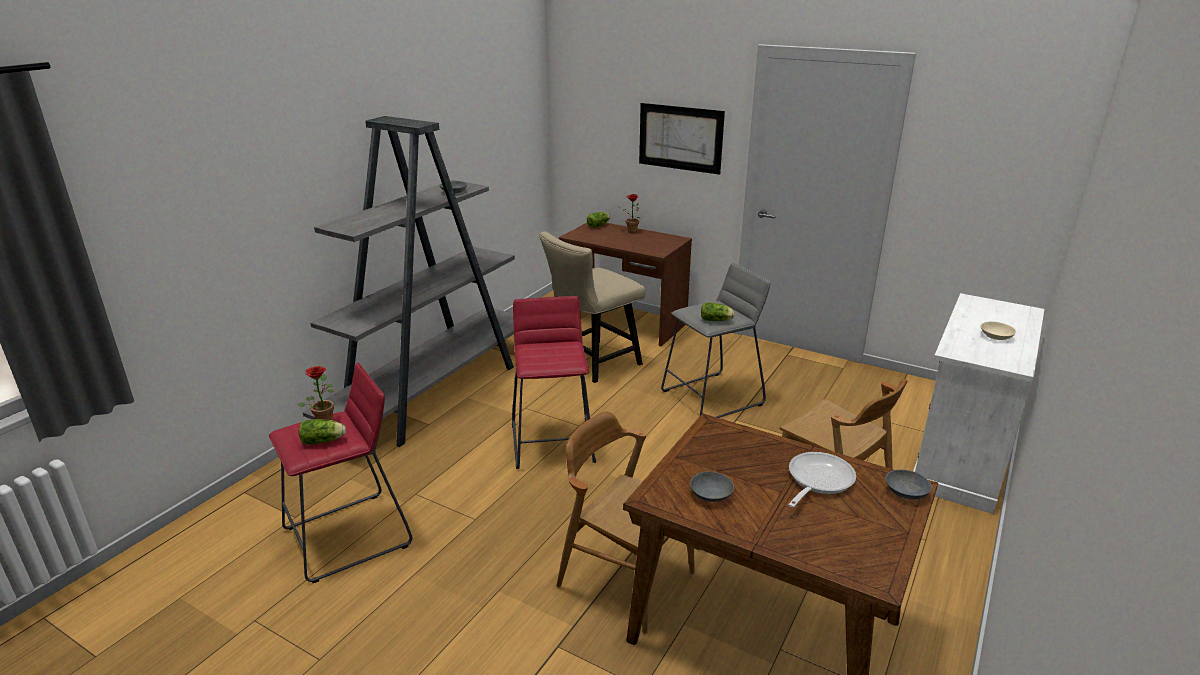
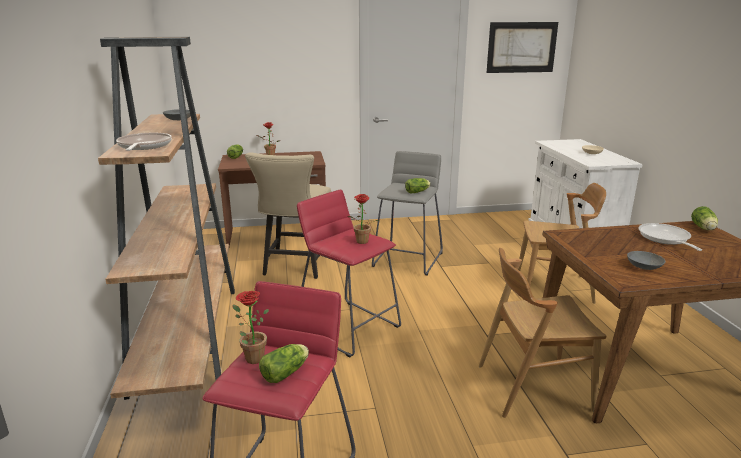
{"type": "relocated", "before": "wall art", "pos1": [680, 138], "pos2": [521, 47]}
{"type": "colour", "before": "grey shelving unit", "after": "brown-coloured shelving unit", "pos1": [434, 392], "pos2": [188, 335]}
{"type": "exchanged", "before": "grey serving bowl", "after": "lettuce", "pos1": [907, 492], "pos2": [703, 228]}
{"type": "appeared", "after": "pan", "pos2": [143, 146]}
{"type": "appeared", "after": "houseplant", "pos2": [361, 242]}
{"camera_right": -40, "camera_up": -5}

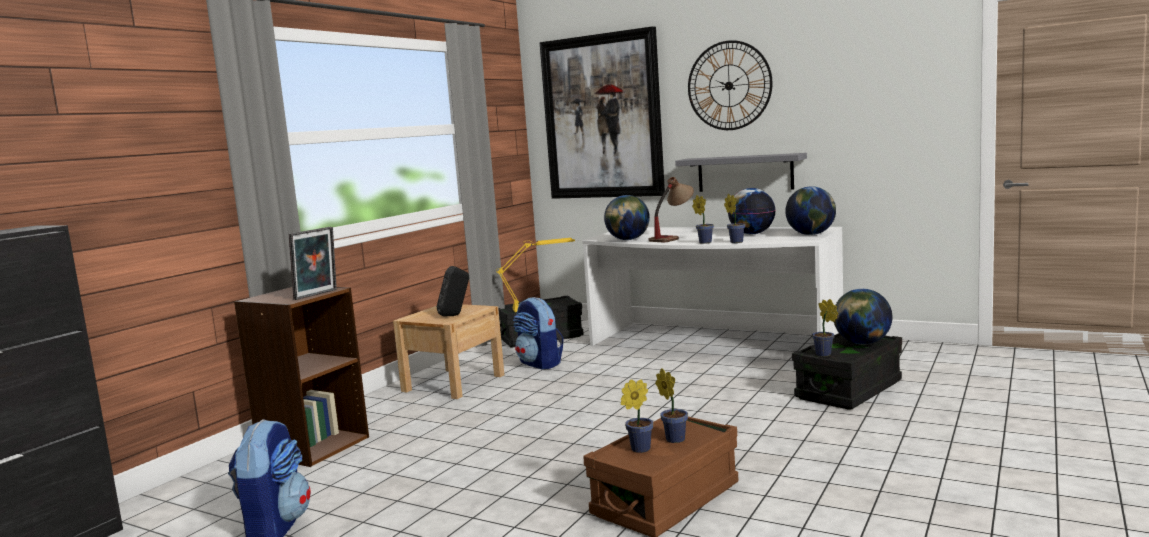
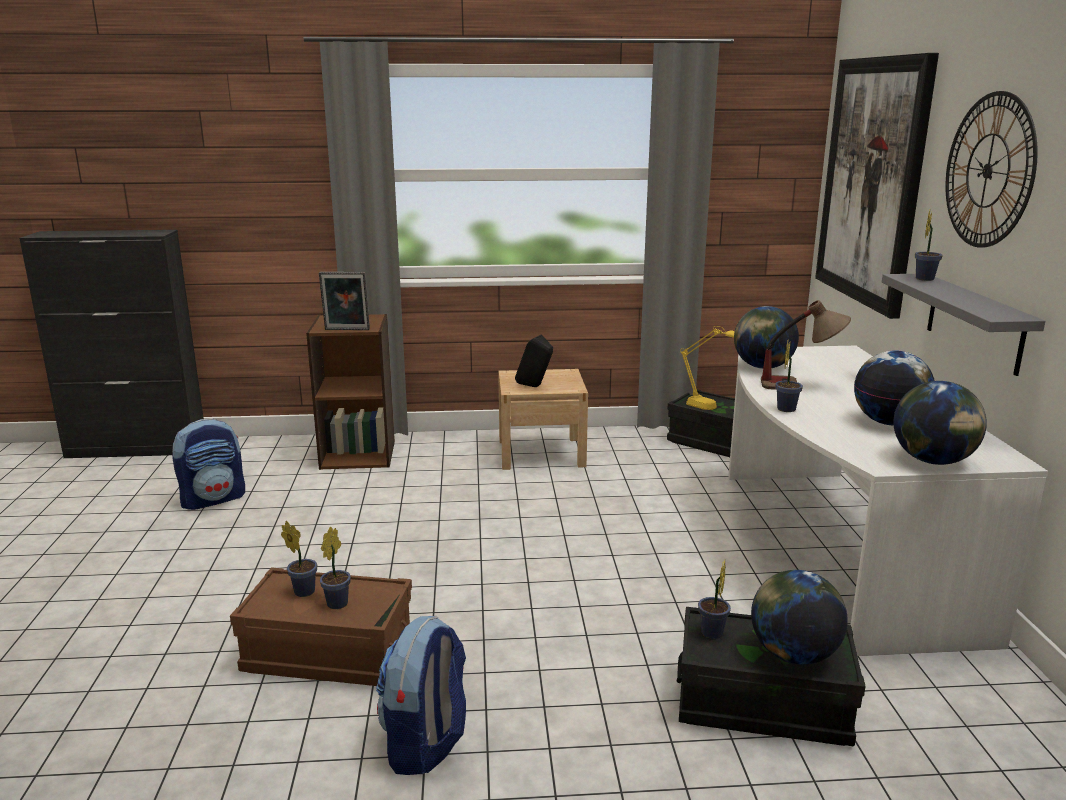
{"type": "relocated", "before": "houseplant", "pos1": [735, 242], "pos2": [925, 278]}
{"type": "relocated", "before": "rucksack", "pos1": [540, 364], "pos2": [426, 744]}
{"camera_right": 55, "camera_up": 10}

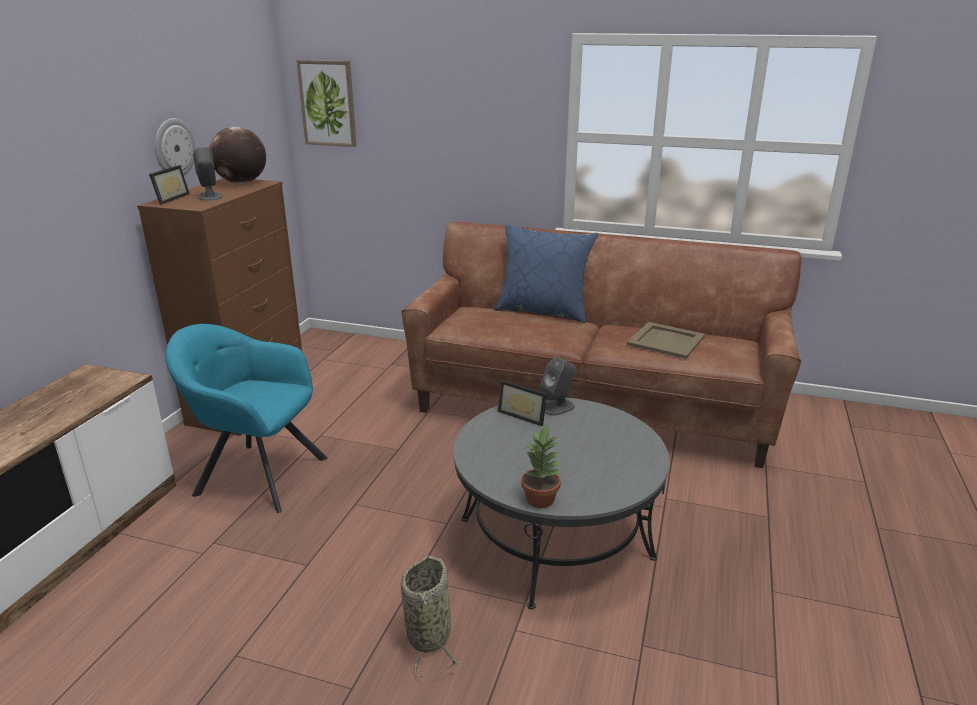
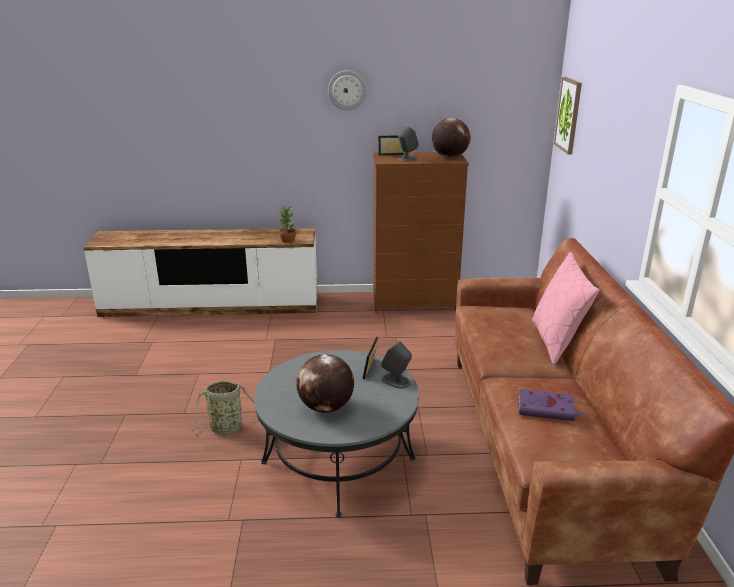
{"type": "relocated", "before": "hanging clock", "pos1": [174, 148], "pos2": [347, 90]}
{"type": "colour", "before": "blue-coloured throw pillow", "after": "pink throw pillow", "pos1": [543, 311], "pos2": [557, 341]}
{"type": "exchanged", "before": "beige-coloured carrying tray", "after": "purplish bound book", "pos1": [665, 340], "pos2": [547, 409]}
{"type": "missing", "before": "turquoise easy chair", "pos1": [257, 475]}
{"type": "relocated", "before": "houseplant", "pos1": [541, 499], "pos2": [288, 240]}
{"type": "appeared", "after": "desk globe", "pos2": [325, 407]}
{"camera_right": 70, "camera_up": 0}

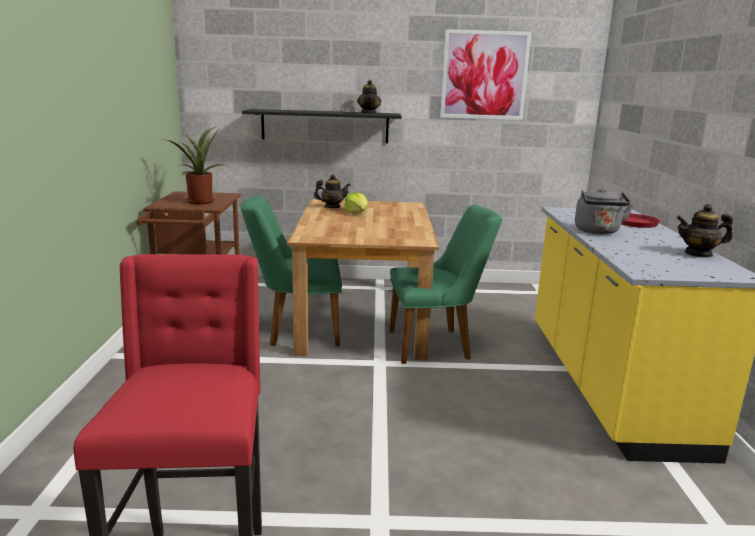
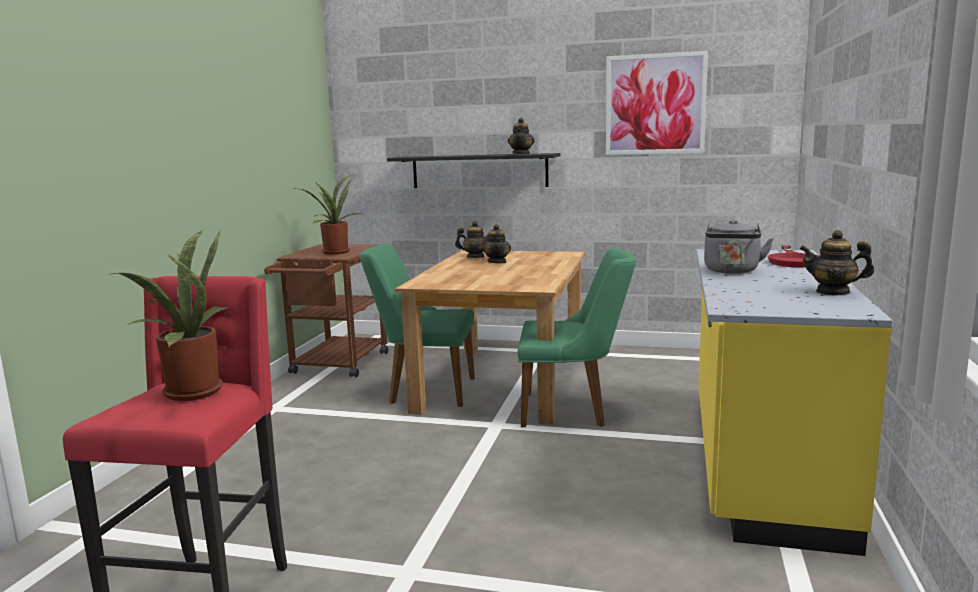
{"type": "exchanged", "before": "lettuce", "after": "pot for tea", "pos1": [357, 213], "pos2": [497, 262]}
{"type": "appeared", "after": "houseplant", "pos2": [188, 391]}
{"camera_right": 15, "camera_up": -5}

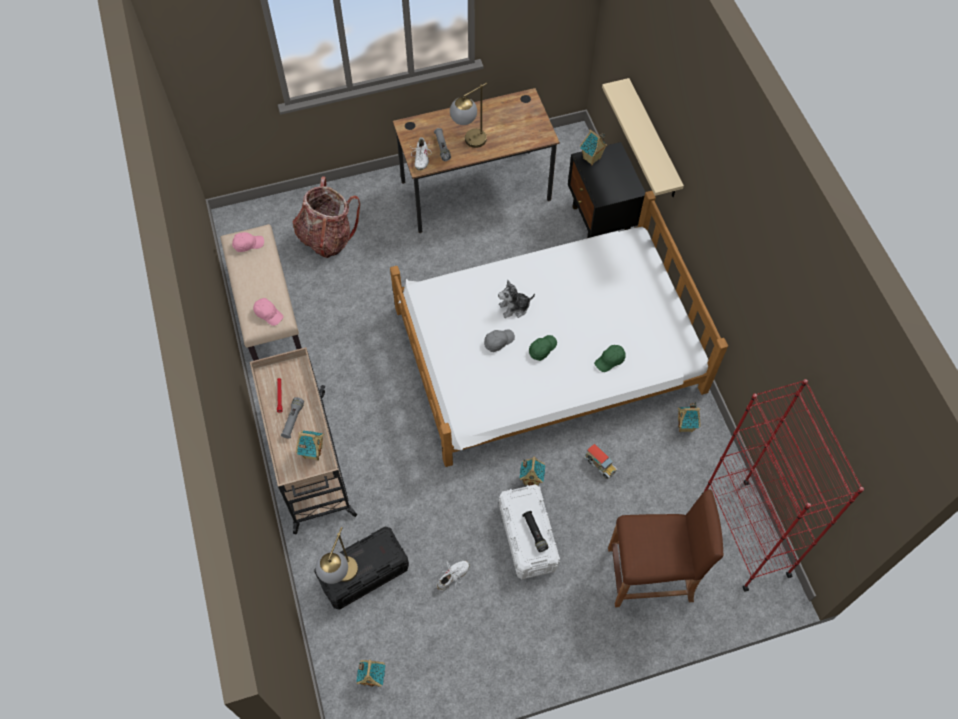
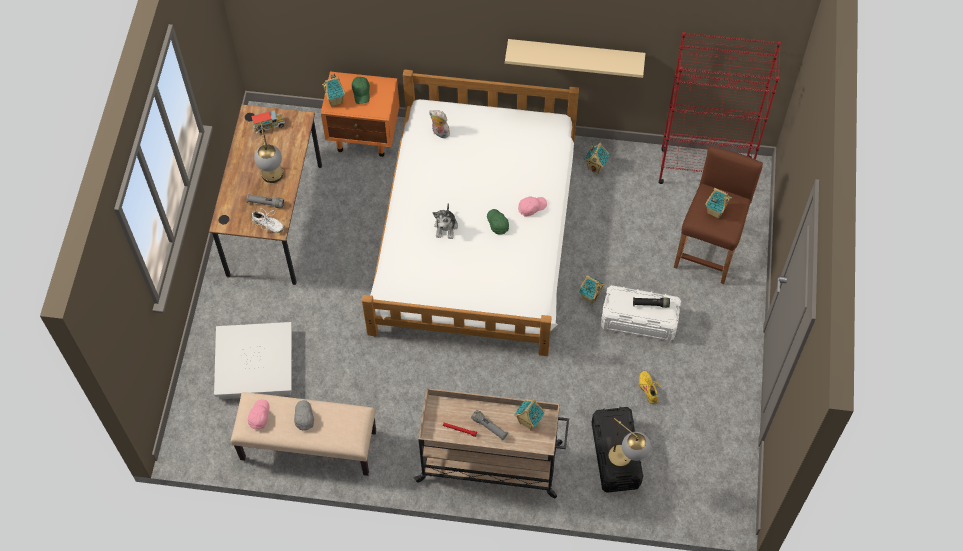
{"type": "relocated", "before": "beige-coloured wall shelf", "pos1": [653, 140], "pos2": [575, 55]}
{"type": "colour", "before": "blackish nightstand", "after": "orange nightstand", "pos1": [601, 219], "pos2": [365, 136]}
{"type": "exchanged", "before": "rucksack", "after": "white-coloured storage bin", "pos1": [327, 237], "pos2": [255, 364]}
{"type": "relocated", "before": "pink peaked cap", "pos1": [268, 314], "pos2": [531, 207]}
{"type": "relocated", "before": "grey peaked cap", "pos1": [498, 341], "pos2": [304, 417]}
{"type": "relocated", "before": "greenish peaked cap", "pos1": [610, 360], "pos2": [361, 92]}
{"type": "relocated", "before": "toy lorry", "pos1": [600, 465], "pos2": [269, 126]}
{"type": "colour", "before": "white-coloured shoe", "after": "yellow shoe", "pos1": [453, 577], "pos2": [648, 388]}
{"type": "relocated", "before": "miniature house", "pos1": [373, 677], "pos2": [715, 211]}
{"type": "appeared", "after": "cuddly toy", "pos2": [439, 133]}
{"camera_right": -65, "camera_up": 0}

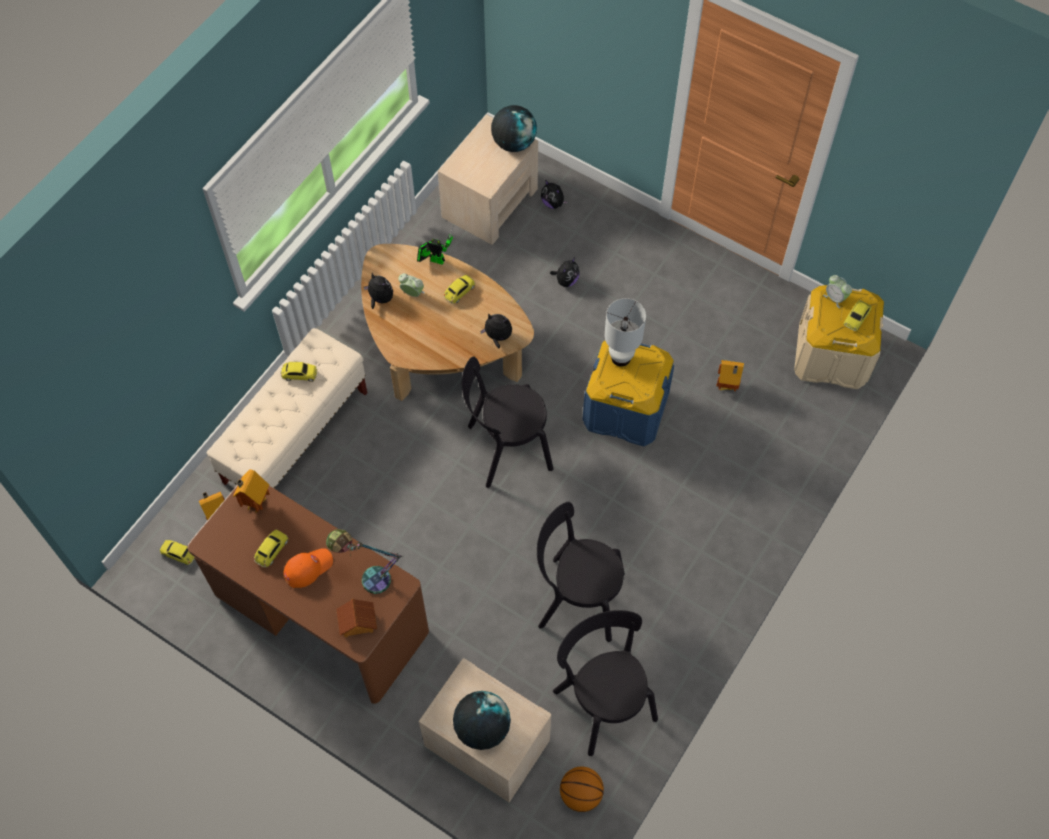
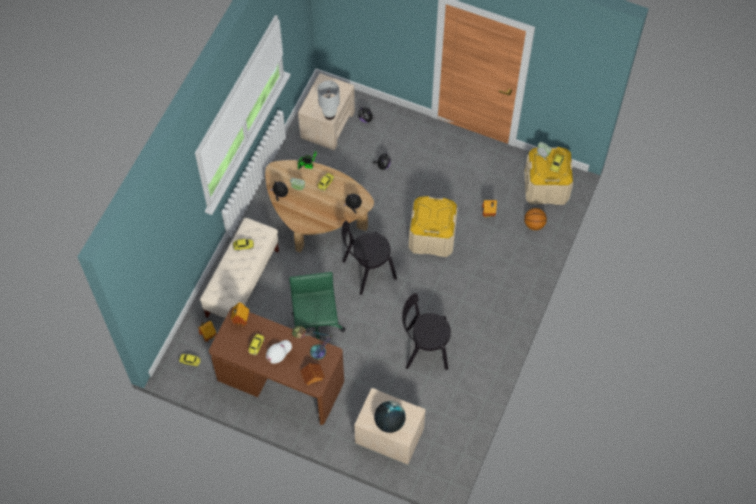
{"type": "missing", "before": "desk globe", "pos1": [514, 143]}
{"type": "relocated", "before": "white-coloured tabletop lamp", "pos1": [620, 358], "pos2": [329, 115]}
{"type": "colour", "before": "blue-coloured storage bin", "after": "beige-coloured storage bin", "pos1": [625, 409], "pos2": [432, 237]}
{"type": "colour", "before": "orange peaked cap", "after": "white-coloured peaked cap", "pos1": [308, 567], "pos2": [278, 351]}
{"type": "missing", "before": "blackish chair", "pos1": [603, 700]}
{"type": "relocated", "before": "basketball ball", "pos1": [580, 793], "pos2": [534, 224]}
{"type": "appeared", "after": "greenish computer chair", "pos2": [316, 328]}
{"camera_right": -10, "camera_up": 0}

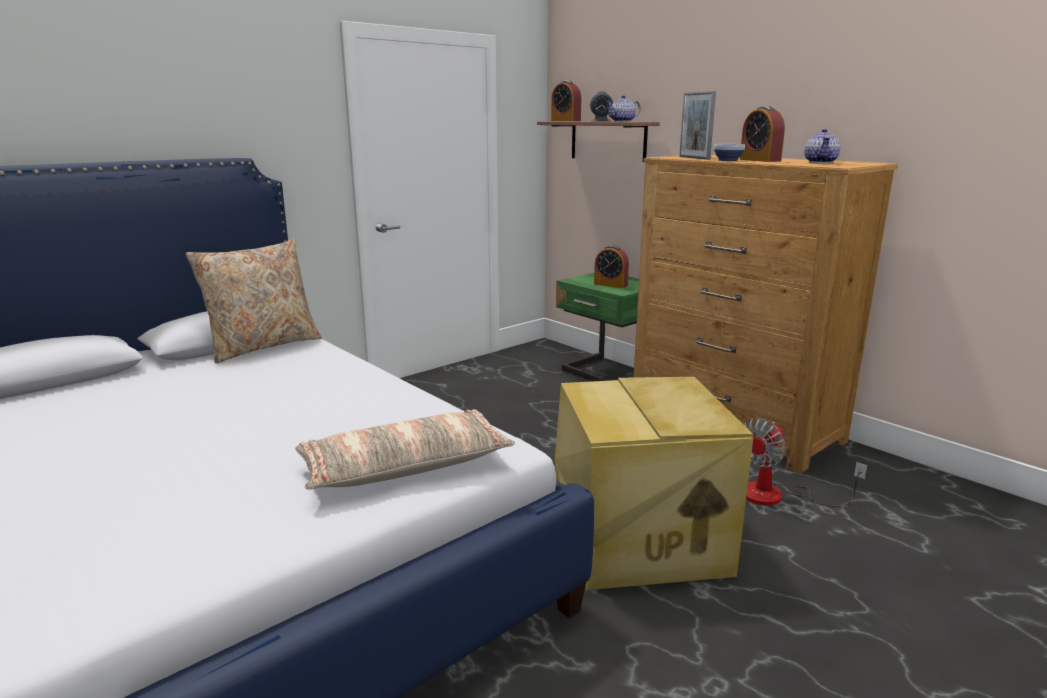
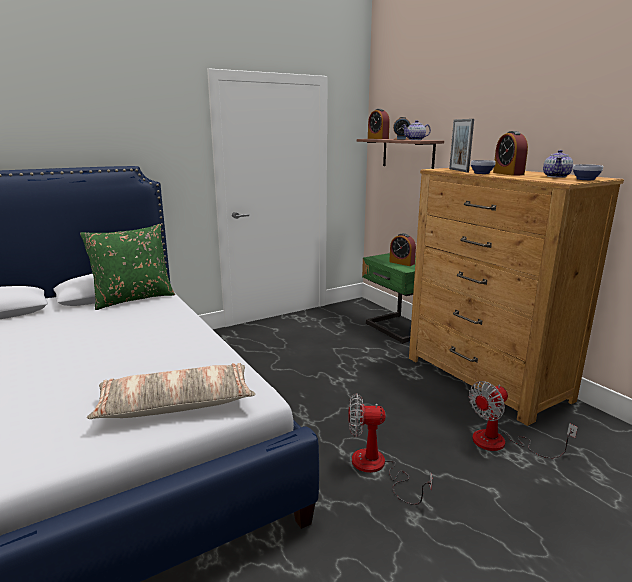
{"type": "colour", "before": "beige-coloured throw pillow", "after": "greenish throw pillow", "pos1": [263, 346], "pos2": [133, 298]}
{"type": "exchanged", "before": "beige-coloured storage bin", "after": "fan", "pos1": [638, 539], "pos2": [377, 468]}
{"type": "appeared", "after": "serving bowl", "pos2": [586, 179]}
{"camera_right": 10, "camera_up": 0}

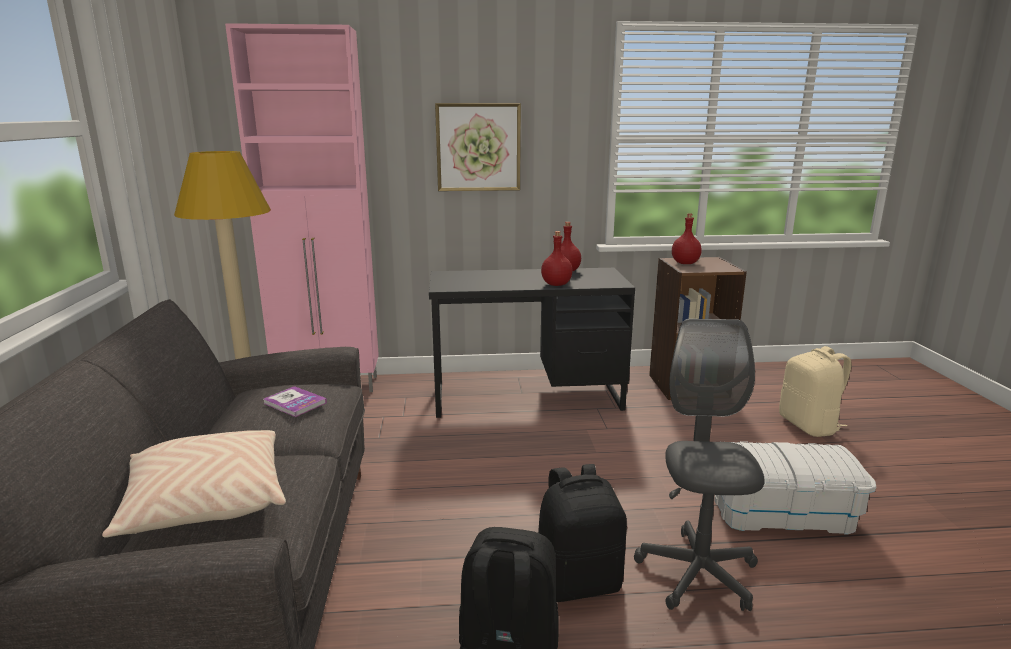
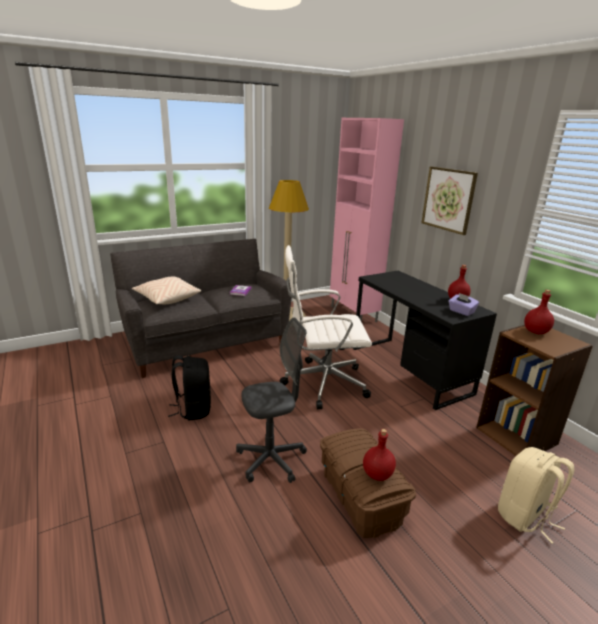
{"type": "relocated", "before": "red bottle", "pos1": [556, 284], "pos2": [378, 474]}
{"type": "colour", "before": "white-coloured storage bin", "after": "brown-coloured storage bin", "pos1": [782, 513], "pos2": [360, 496]}
{"type": "missing", "before": "blackish rucksack", "pos1": [578, 582]}
{"type": "appeared", "after": "white-coloured computer chair", "pos2": [322, 383]}
{"type": "appeared", "after": "purplish tissue holder", "pos2": [461, 312]}
{"camera_right": 65, "camera_up": 5}

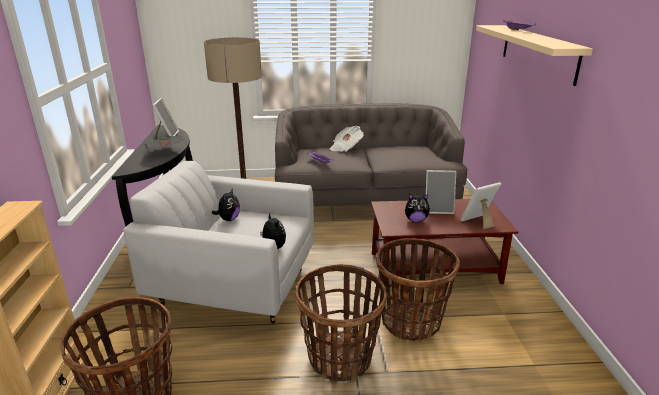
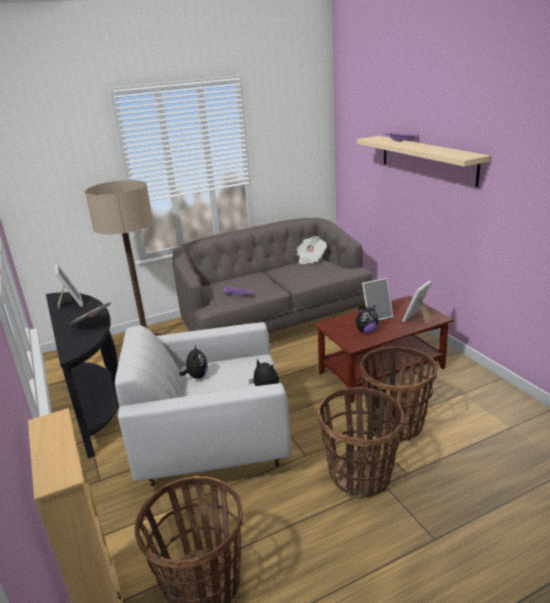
{"type": "relocated", "before": "newspaper", "pos1": [345, 147], "pos2": [310, 258]}
{"camera_right": -20, "camera_up": 0}

